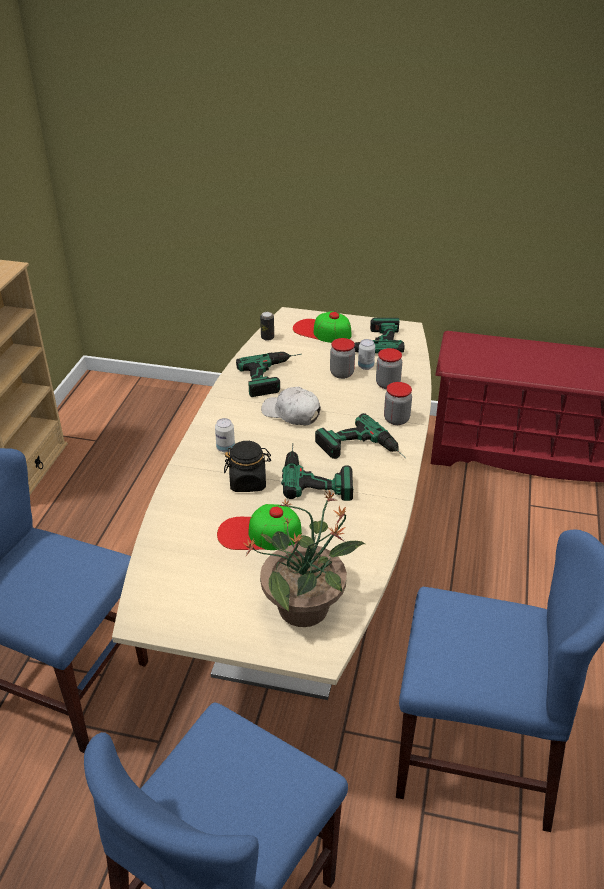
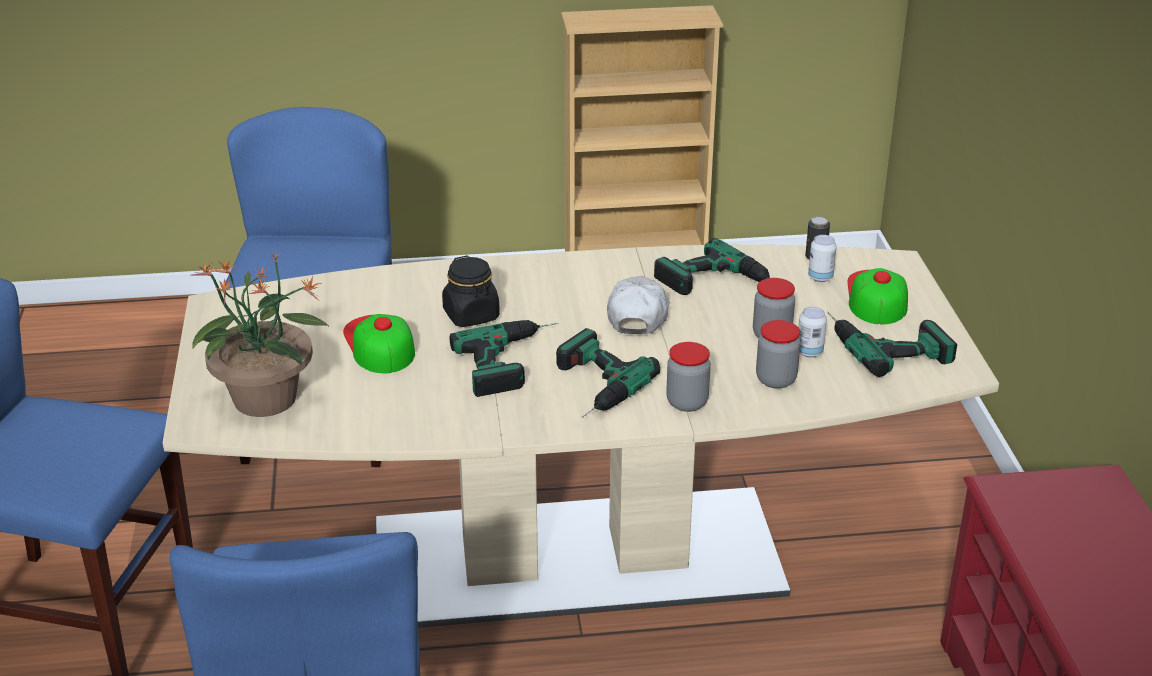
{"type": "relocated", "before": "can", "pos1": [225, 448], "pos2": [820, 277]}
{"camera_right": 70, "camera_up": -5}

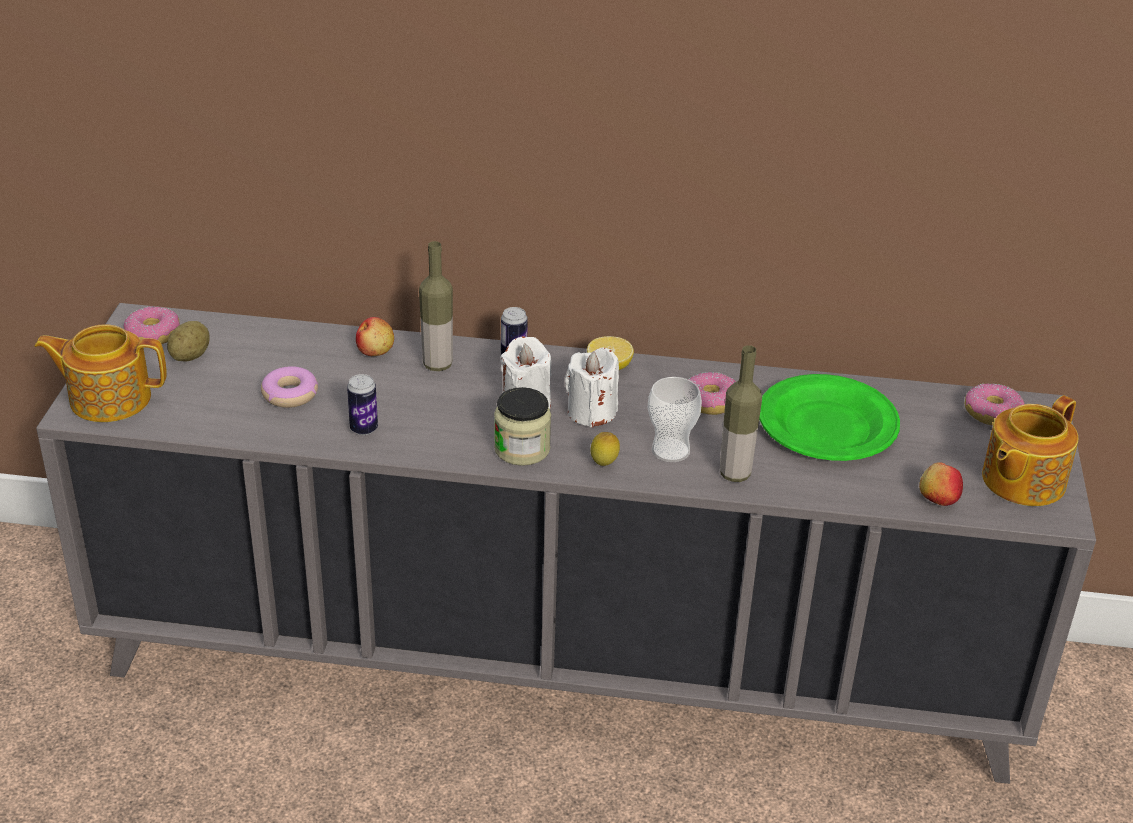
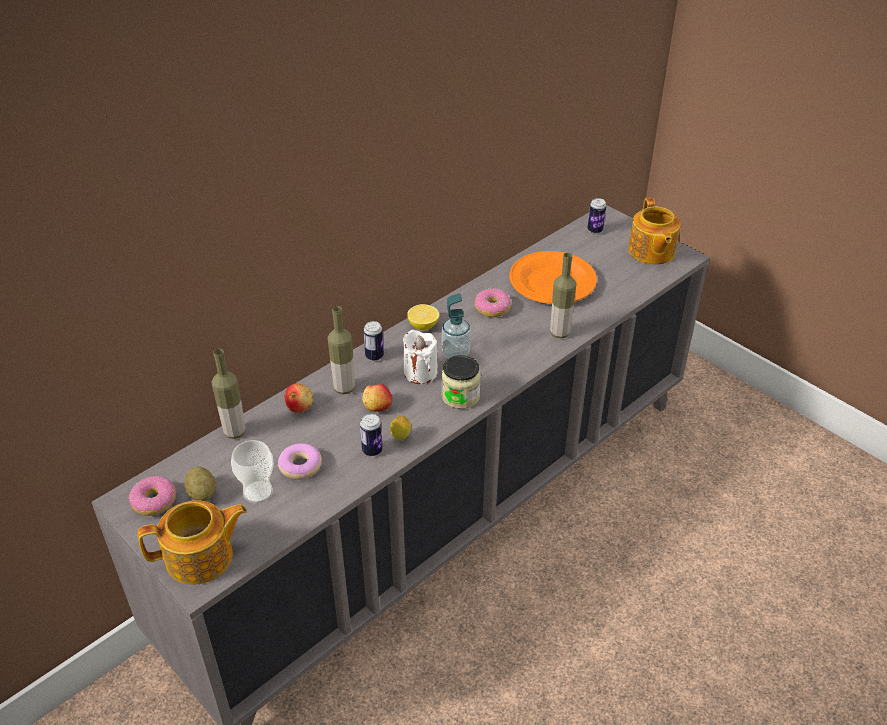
{"type": "spun", "before": "pot for tea", "pos1": [108, 398], "pos2": [201, 558], "turn": -150}
{"type": "exchanged", "before": "white-coloured wax candle", "after": "soap dispenser", "pos1": [591, 412], "pos2": [455, 353]}
{"type": "colour", "before": "greenish dinner plate", "after": "orange dinner plate", "pos1": [827, 426], "pos2": [553, 282]}
{"type": "relocated", "before": "drinking cup", "pos1": [670, 450], "pos2": [258, 492]}
{"type": "exchanged", "before": "doughnut", "after": "can", "pos1": [992, 413], "pos2": [595, 230]}
{"type": "relocated", "before": "lemon", "pos1": [604, 465], "pos2": [401, 438]}
{"type": "relocated", "before": "apple fruit", "pos1": [938, 498], "pos2": [377, 407]}
{"type": "appeared", "after": "bottle", "pos2": [234, 432]}
{"camera_right": -50, "camera_up": 5}

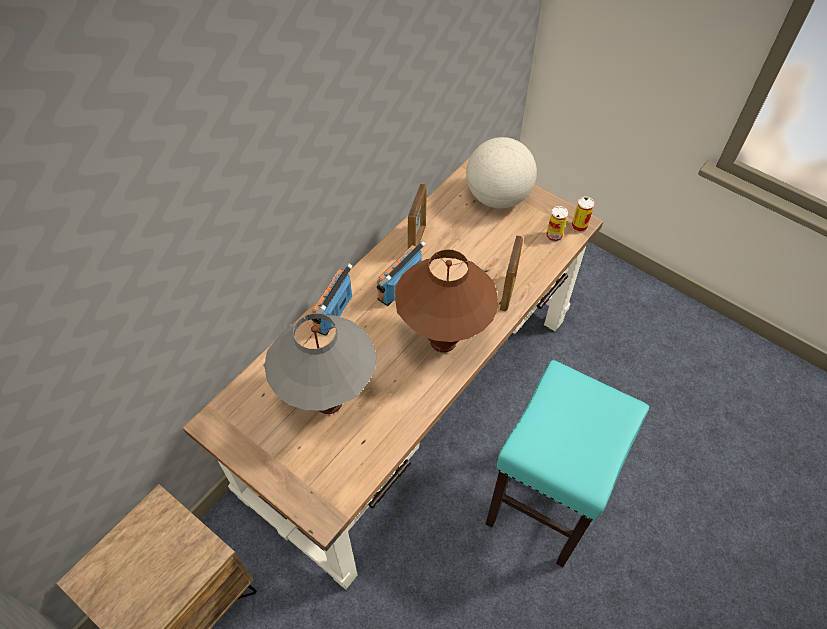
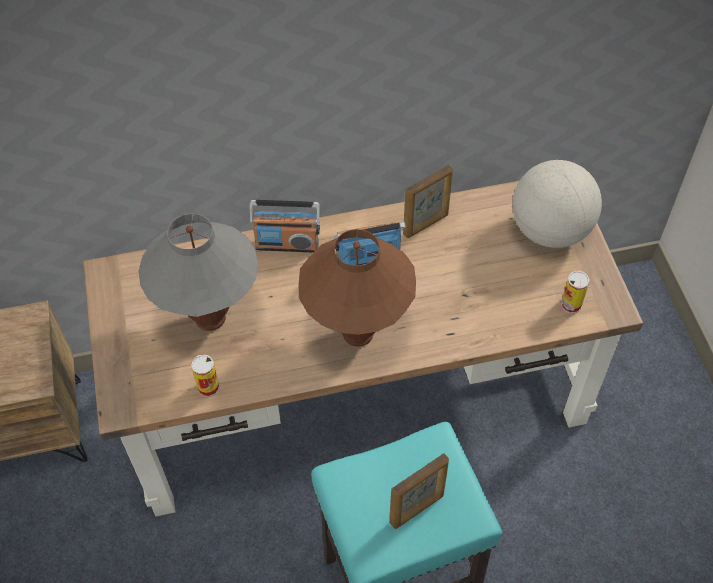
{"type": "relocated", "before": "can", "pos1": [579, 226], "pos2": [208, 387]}
{"type": "relocated", "before": "photo frame", "pos1": [508, 292], "pos2": [417, 509]}
{"type": "spun", "before": "radio", "pos1": [333, 313], "pos2": [287, 244], "turn": -150}
{"camera_right": 40, "camera_up": 0}

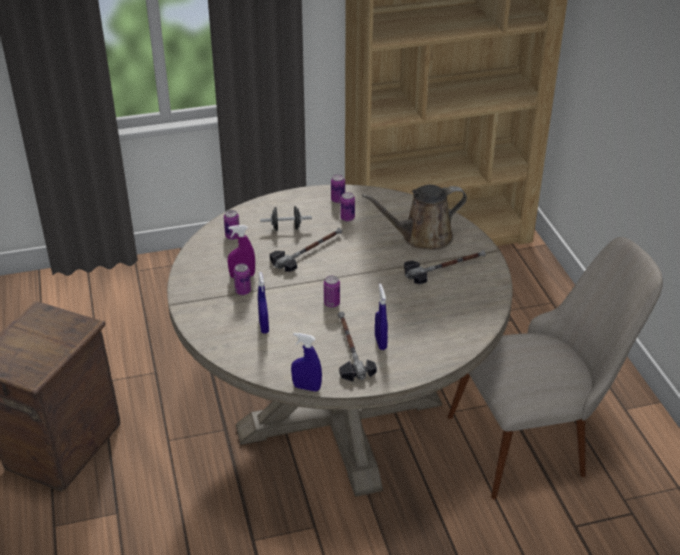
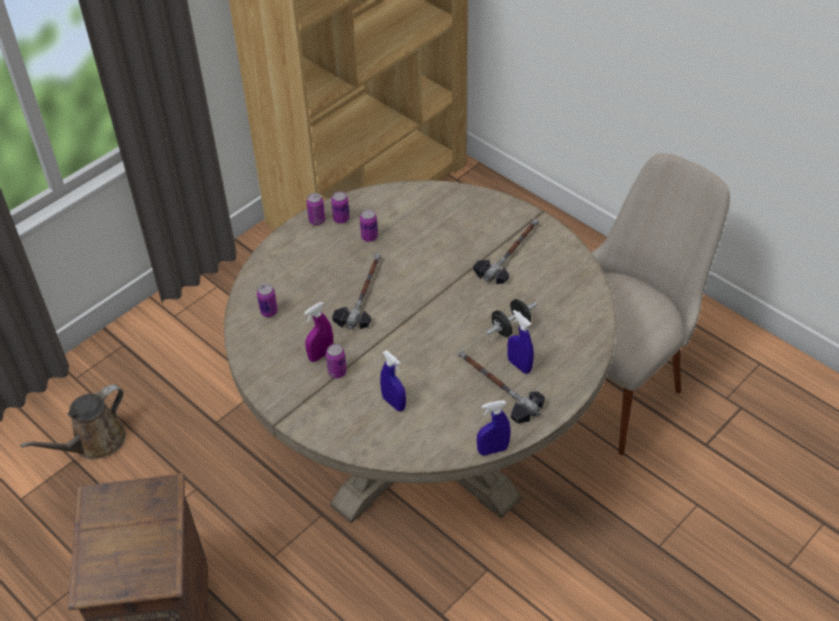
{"type": "relocated", "before": "brown-coloured watering can", "pos1": [422, 237], "pos2": [94, 443]}
{"type": "relocated", "before": "blackish free weight", "pos1": [286, 228], "pos2": [510, 327]}
{"type": "relocated", "before": "can", "pos1": [332, 303], "pos2": [317, 220]}
{"camera_right": -30, "camera_up": 10}

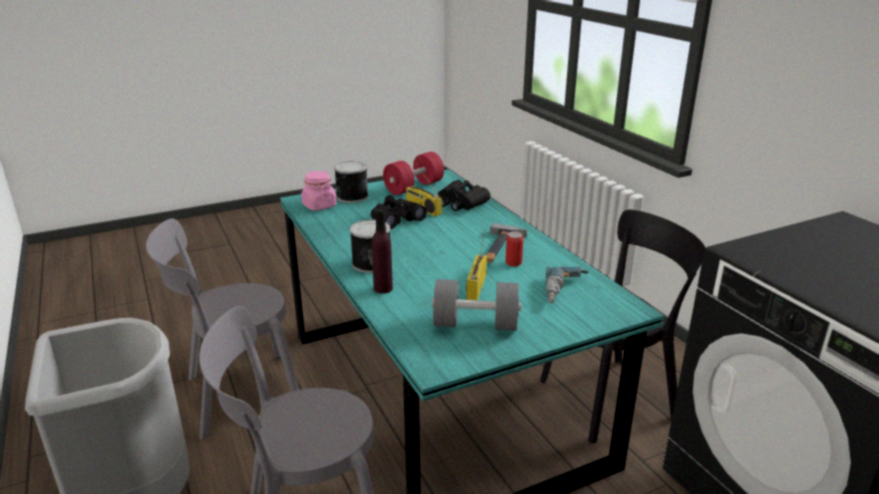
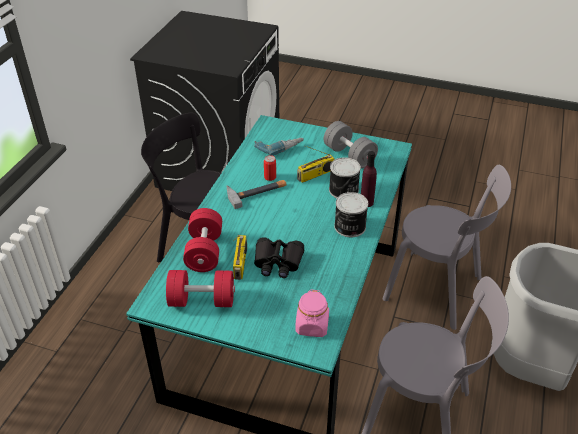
{"type": "relocated", "before": "can", "pos1": [351, 196], "pos2": [344, 190]}
{"type": "exchanged", "before": "blackish pair of binoculars", "after": "red free weight", "pos1": [460, 203], "pos2": [204, 251]}
{"camera_right": -135, "camera_up": 15}

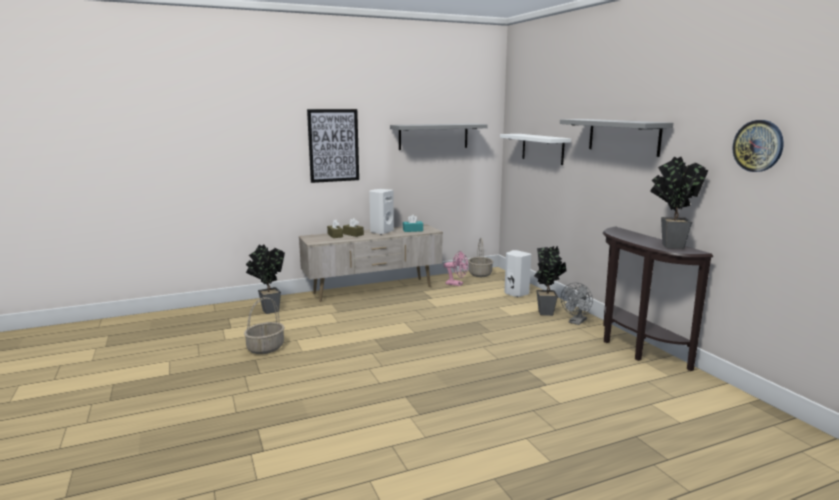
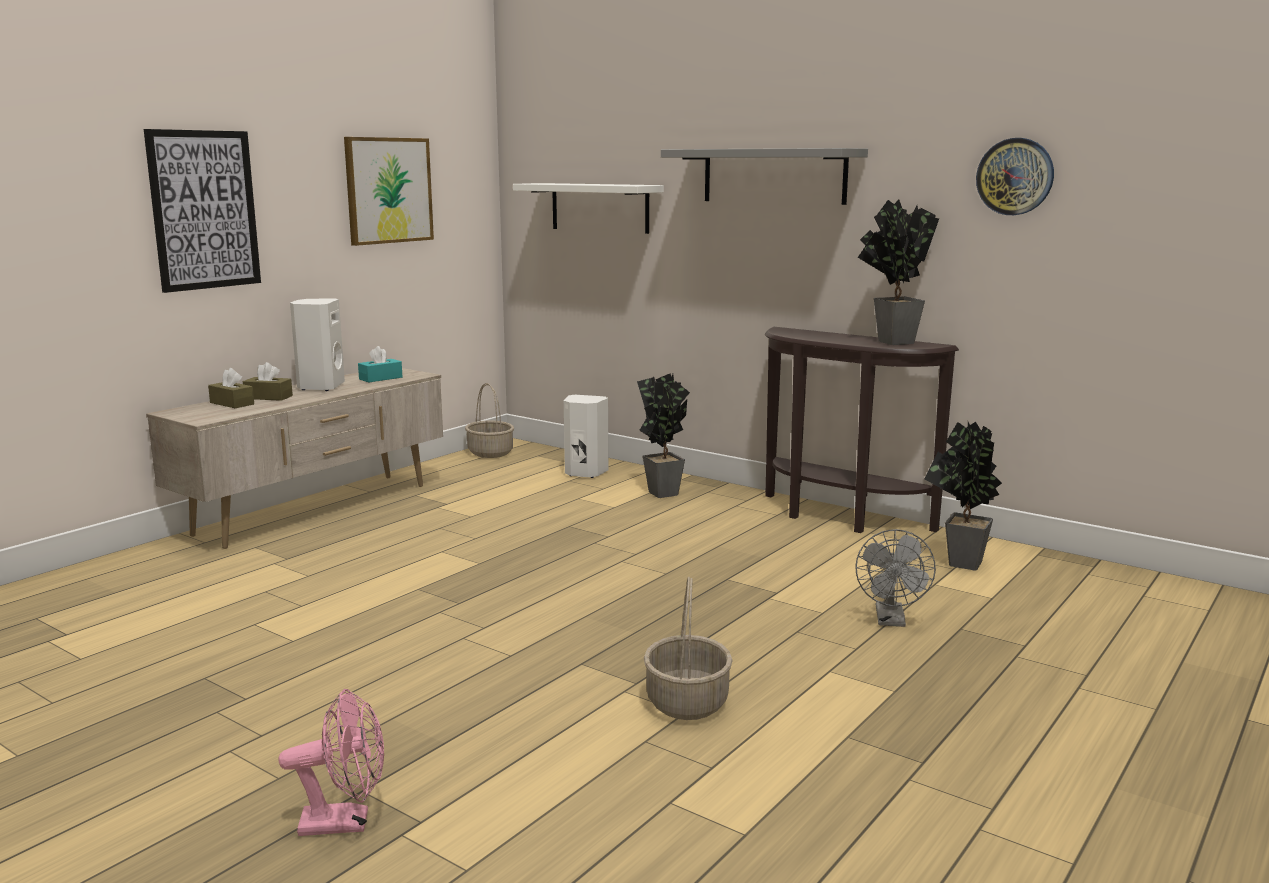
{"type": "exchanged", "before": "grey wall shelf", "after": "wall art", "pos1": [433, 136], "pos2": [388, 190]}
{"type": "relocated", "before": "houseplant", "pos1": [267, 311], "pos2": [960, 565]}
{"type": "relocated", "before": "pink fan", "pos1": [457, 284], "pos2": [346, 822]}
{"type": "relocated", "before": "grey fan", "pos1": [576, 322], "pos2": [891, 621]}
{"type": "relocated", "before": "storage basket", "pos1": [265, 348], "pos2": [686, 702]}
{"camera_right": -30, "camera_up": 0}

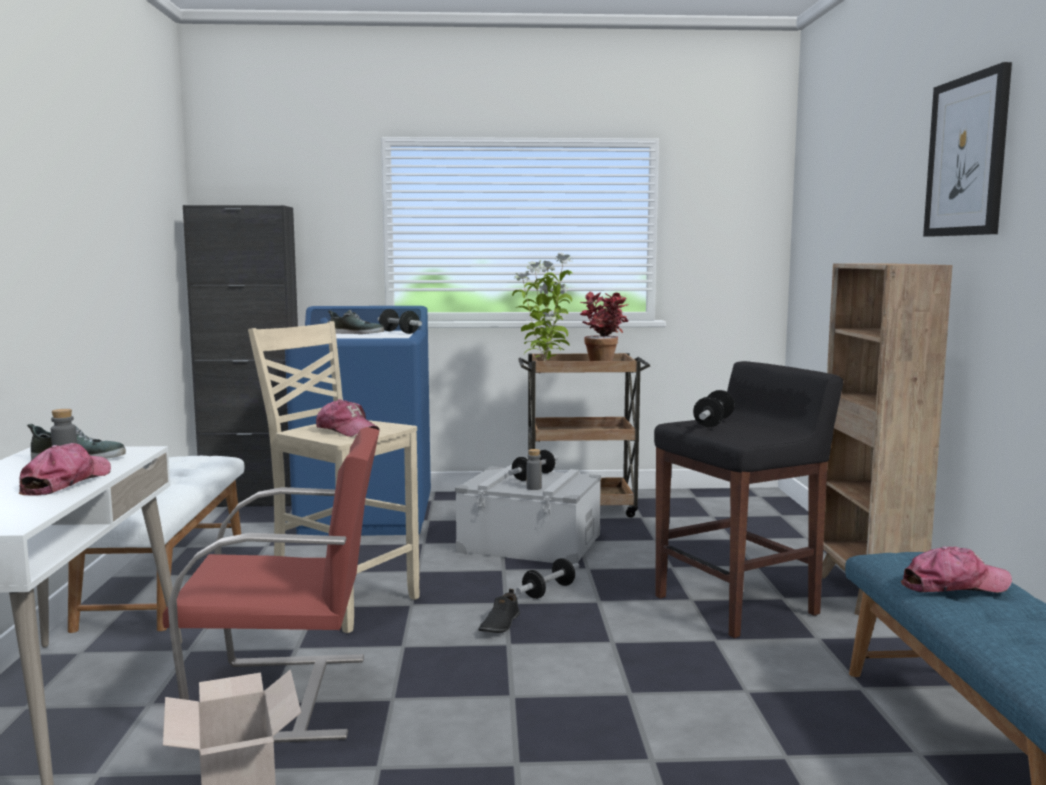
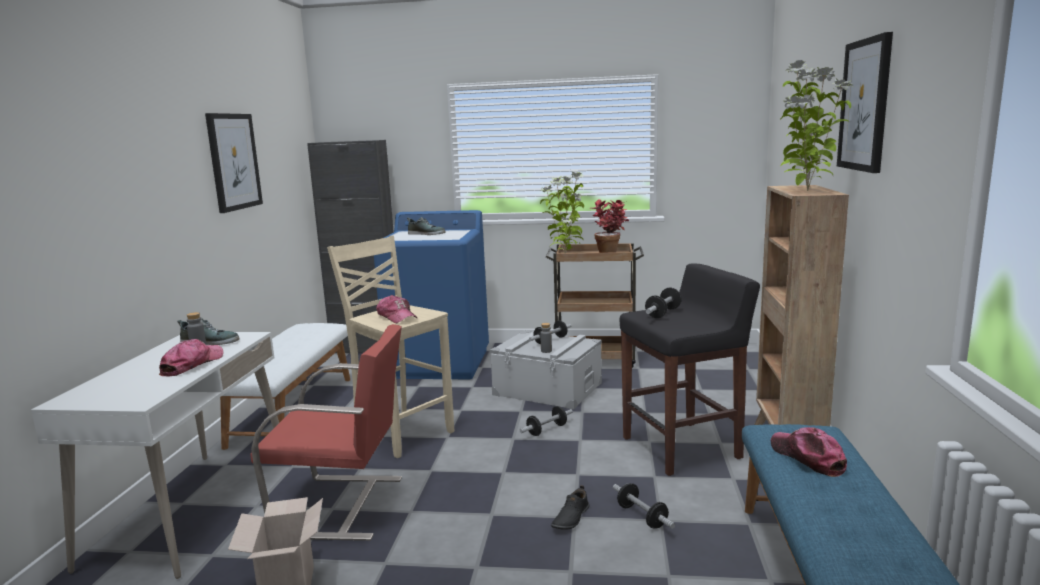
{"type": "relocated", "before": "free weight", "pos1": [399, 332], "pos2": [642, 517]}
{"type": "spun", "before": "peaked cap", "pos1": [954, 585], "pos2": [807, 458], "turn": -120}
{"type": "relocated", "before": "blackish shoe", "pos1": [499, 624], "pos2": [570, 518]}
{"type": "appeared", "after": "houseplant", "pos2": [806, 191]}
{"type": "appeared", "after": "wall art", "pos2": [233, 161]}
{"camera_right": 10, "camera_up": 5}

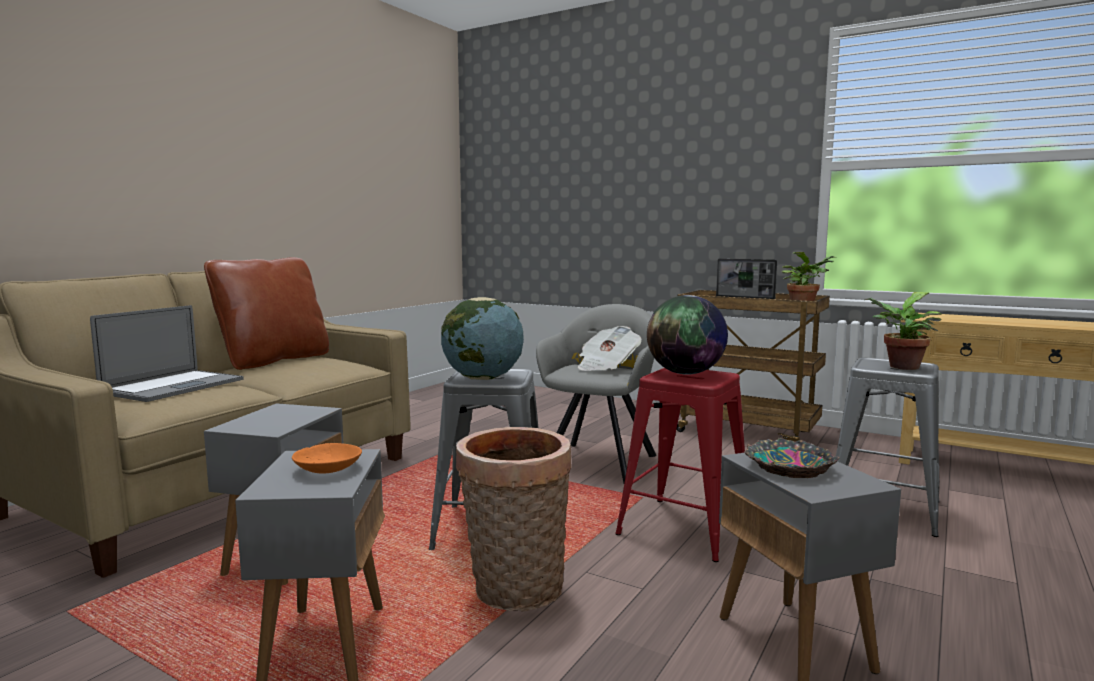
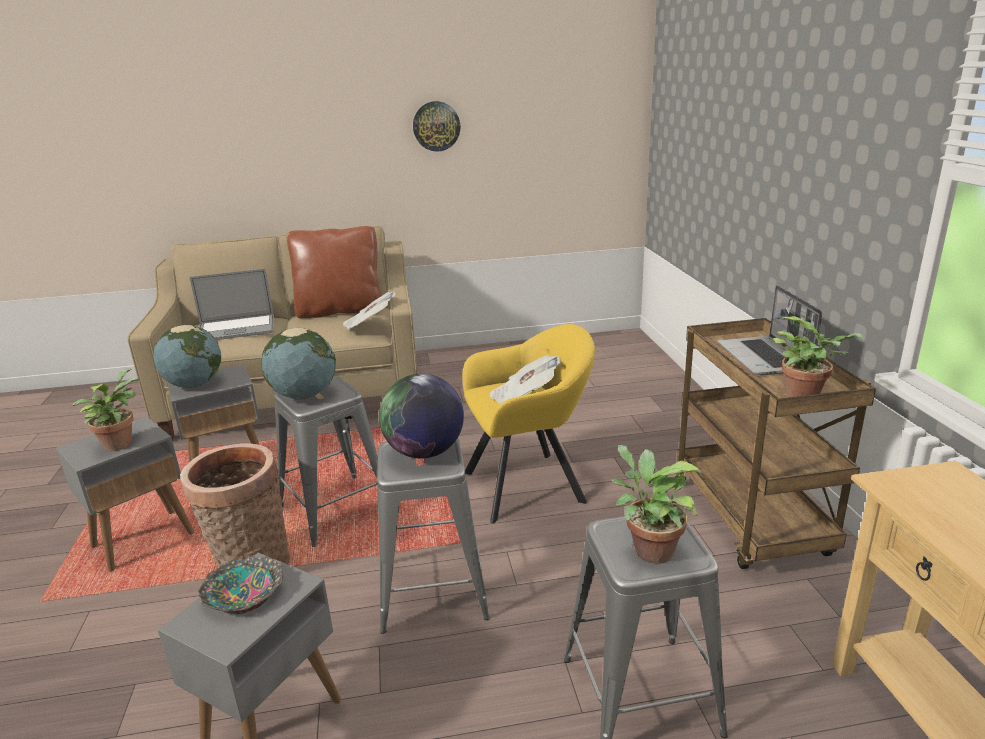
{"type": "colour", "before": "grey easy chair", "after": "yellow easy chair", "pos1": [601, 461], "pos2": [530, 485]}
{"type": "colour", "before": "red sitting stool", "after": "grey sitting stool", "pos1": [684, 528], "pos2": [432, 589]}
{"type": "exchanged", "before": "orange serving bowl", "after": "houseplant", "pos1": [328, 469], "pos2": [119, 442]}
{"type": "appeared", "after": "hanging clock", "pos2": [436, 126]}
{"type": "appeared", "after": "newspaper", "pos2": [369, 325]}
{"type": "appeared", "after": "desk globe", "pos2": [194, 384]}
{"camera_right": 50, "camera_up": 15}

